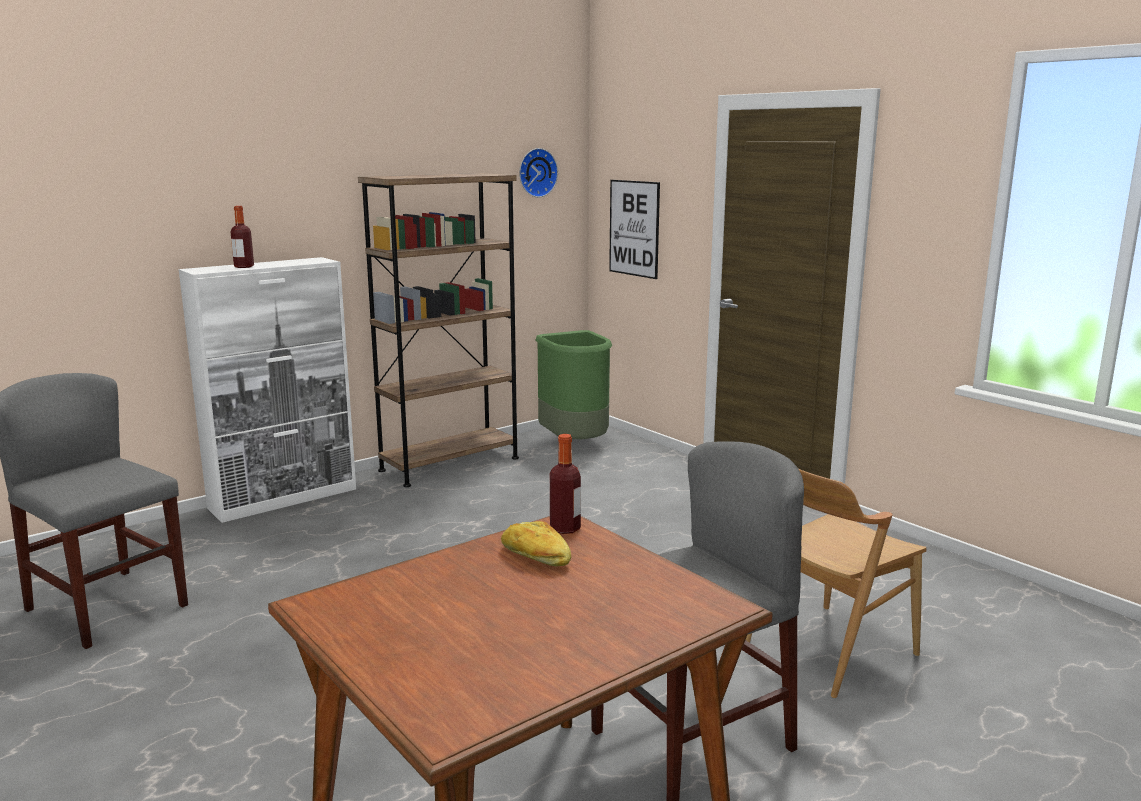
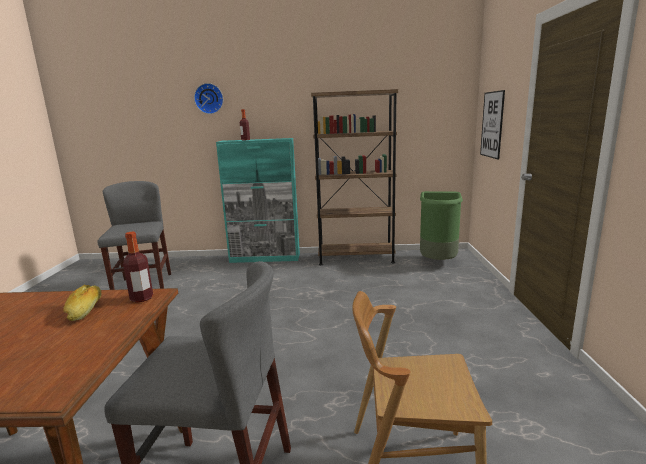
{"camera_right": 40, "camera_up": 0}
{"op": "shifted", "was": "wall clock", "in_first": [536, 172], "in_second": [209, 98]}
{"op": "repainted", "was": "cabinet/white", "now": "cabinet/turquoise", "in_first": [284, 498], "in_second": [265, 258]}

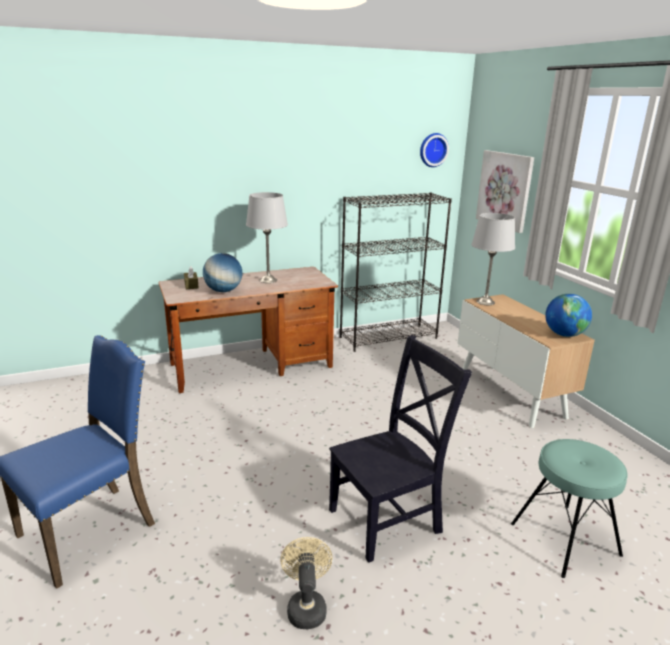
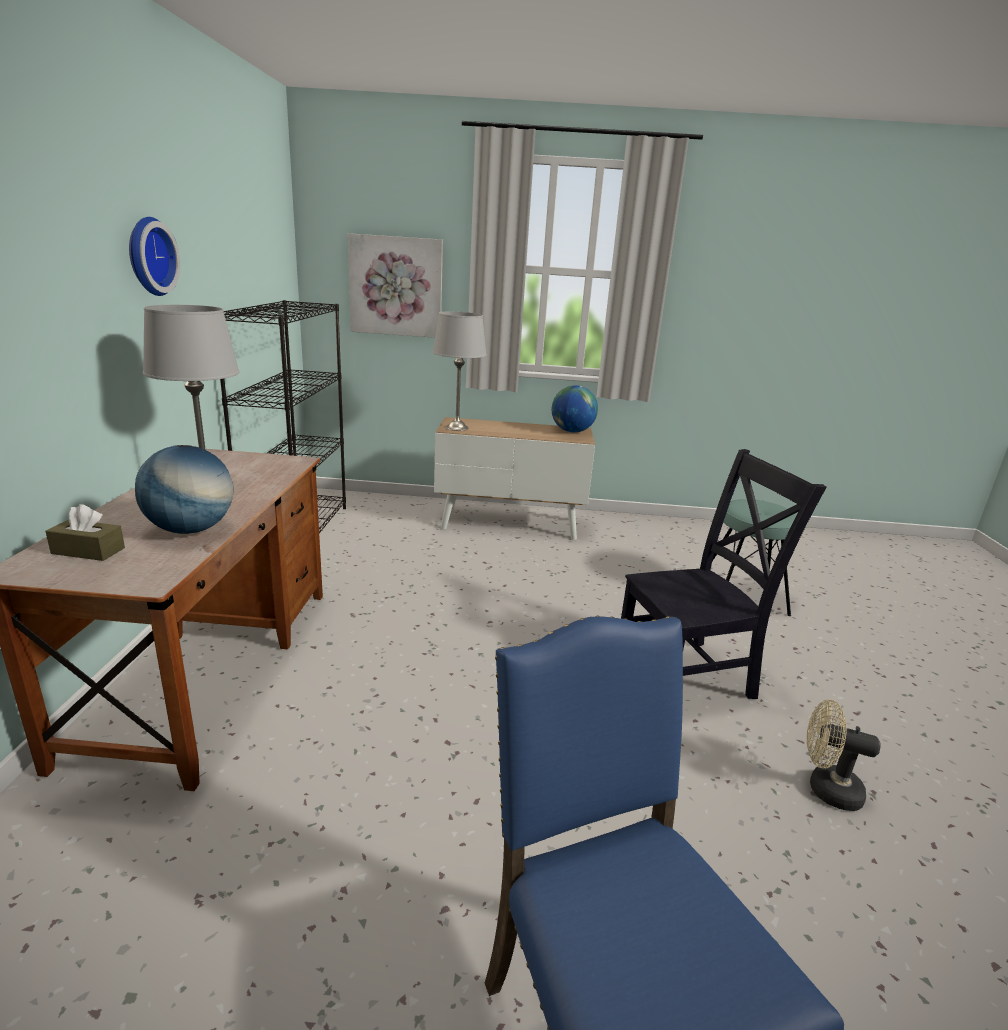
{"camera_right": -65, "camera_up": 0}
{"op": "shifted", "was": "wall clock", "in_first": [432, 150], "in_second": [148, 256]}
{"op": "rotated", "was": "chair/black", "in_first": [389, 519], "in_second": [689, 675], "clockwise": 75}

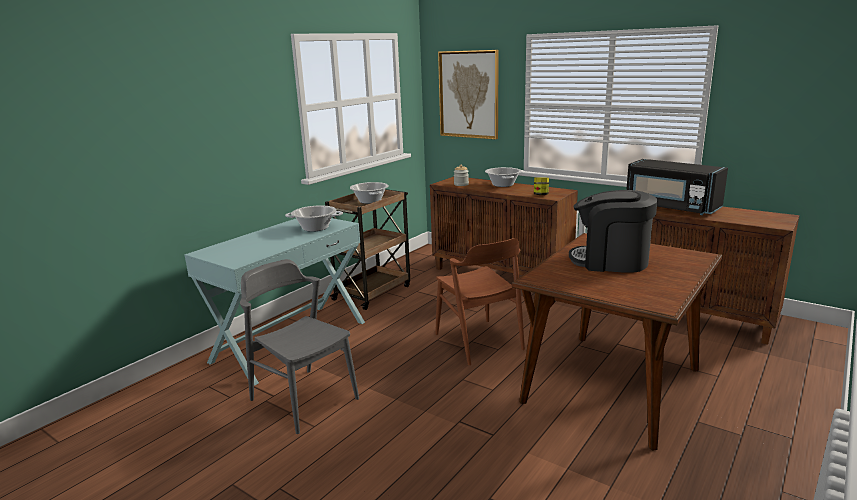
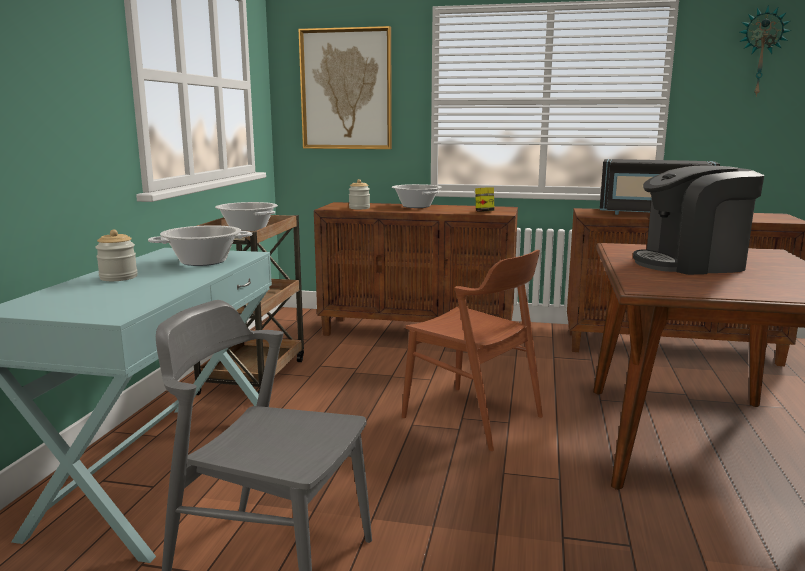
{"camera_right": -25, "camera_up": -5}
{"op": "new", "now": "jar", "in_second": [118, 277]}
{"op": "new", "now": "wall clock", "in_second": [760, 52]}

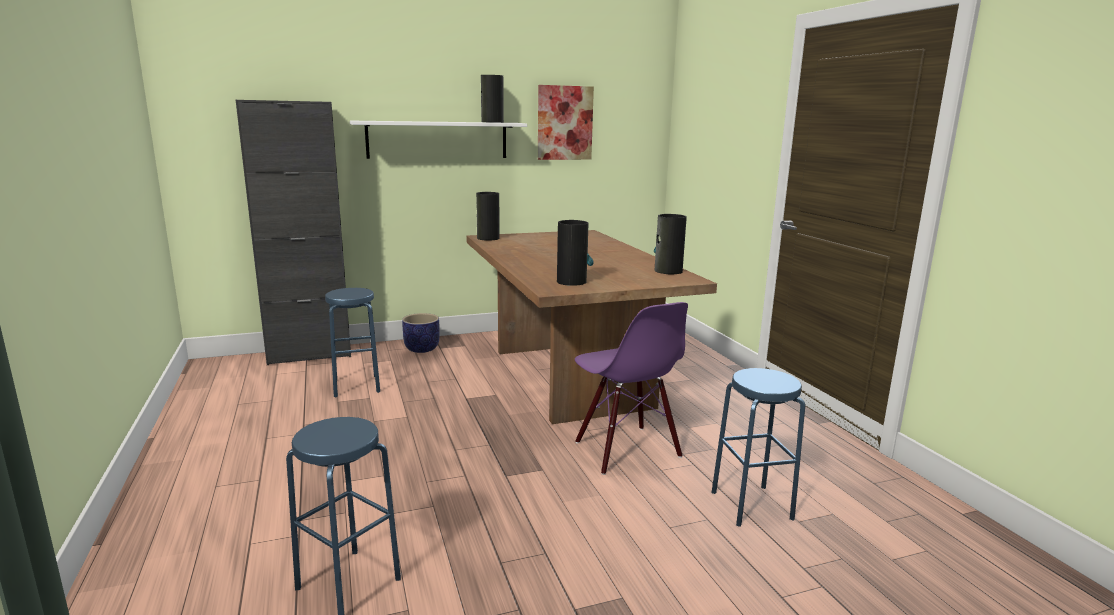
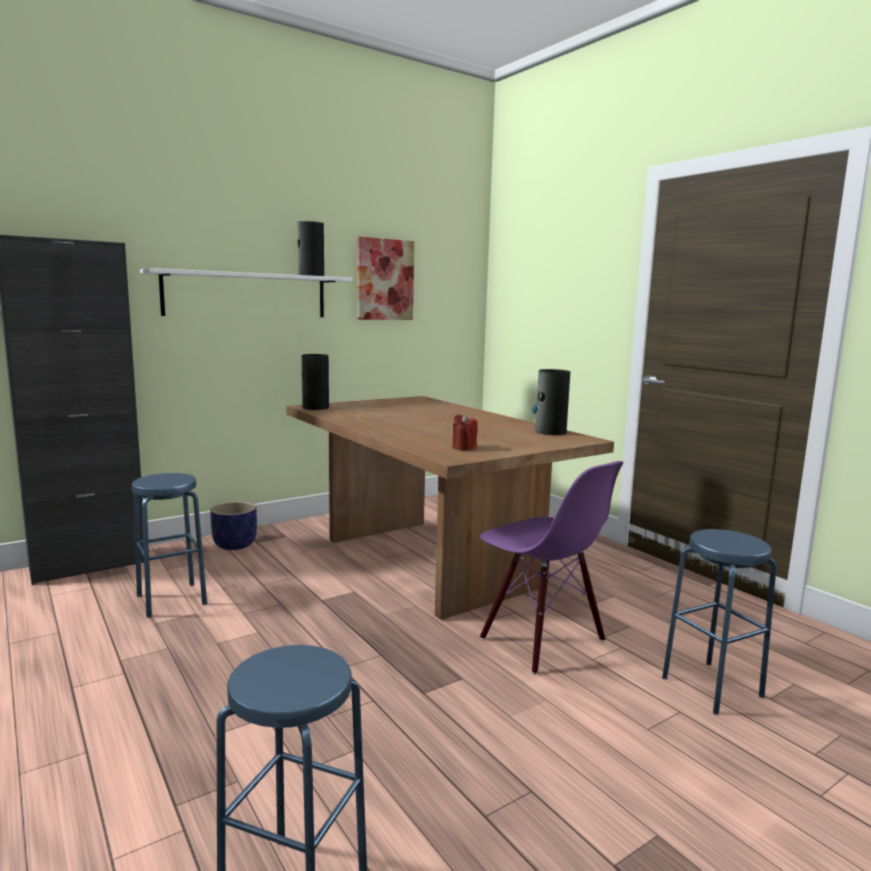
{"camera_right": -15, "camera_up": -5}
{"op": "swapped", "was": "vase", "now": "candle/red", "in_first": [572, 281], "in_second": [464, 447]}

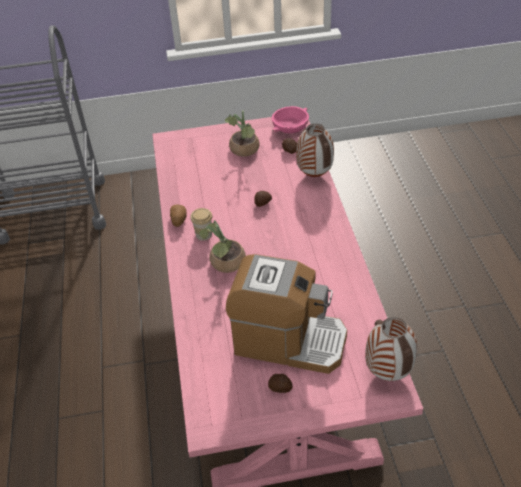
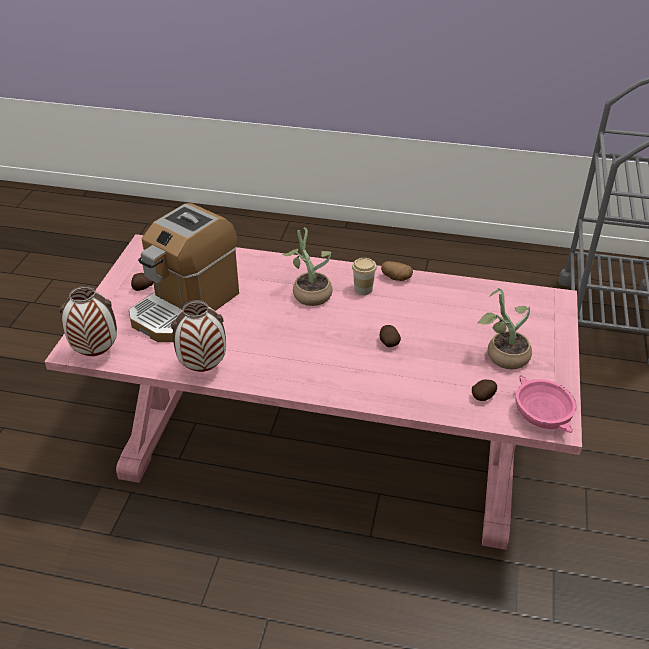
{"camera_right": 110, "camera_up": -5}
{"op": "shifted", "was": "vase", "in_first": [313, 175], "in_second": [204, 367]}

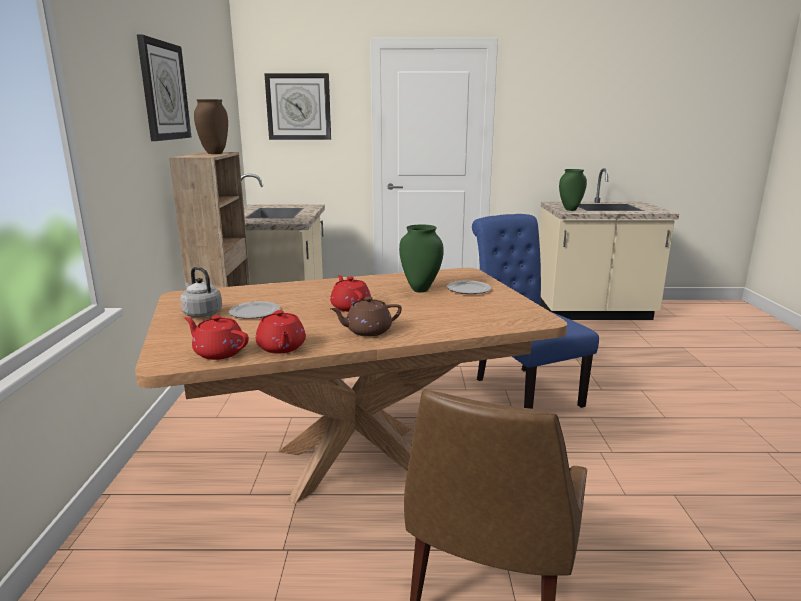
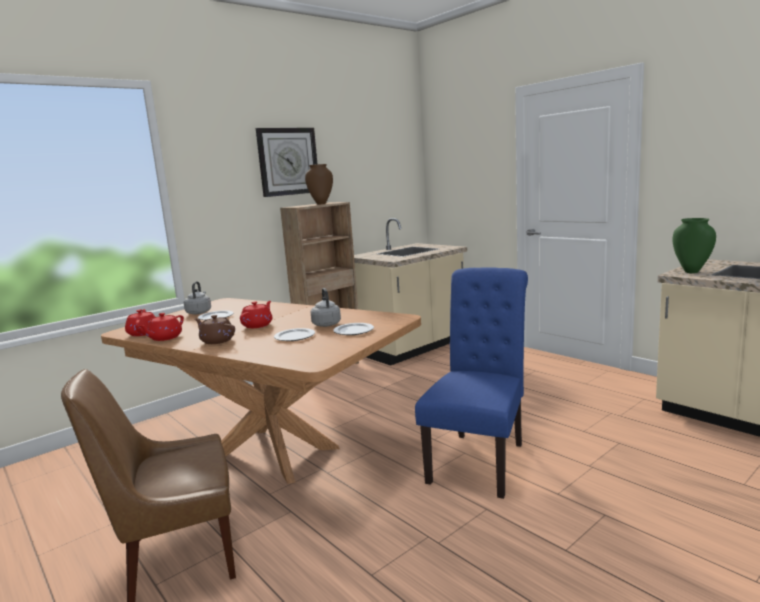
{"camera_right": 50, "camera_up": -5}
{"op": "gone", "was": "wall clock", "in_first": [298, 107]}
{"op": "new", "now": "plate", "in_second": [294, 336]}
{"op": "swapped", "was": "vase/green", "now": "kettle/grey", "in_first": [420, 290], "in_second": [326, 324]}

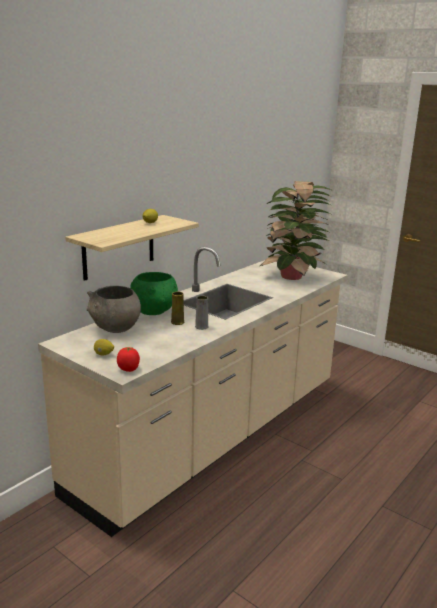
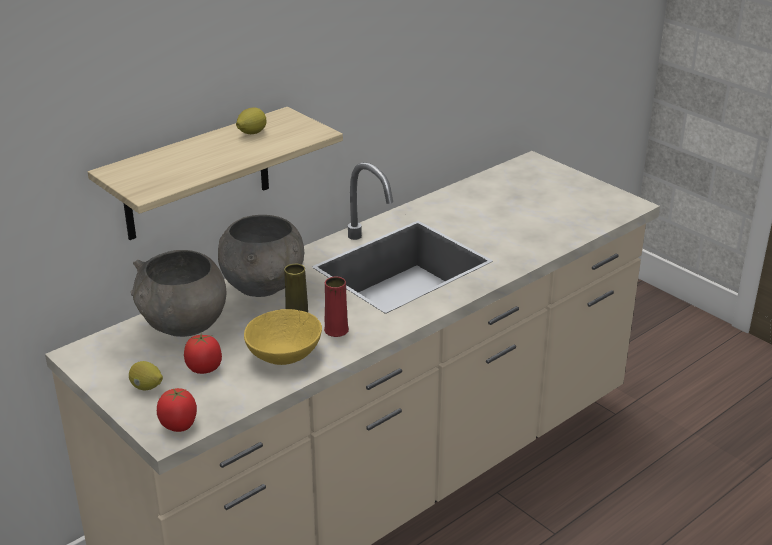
{"camera_right": 10, "camera_up": 10}
{"op": "gone", "was": "potted plant", "in_first": [292, 277]}
{"op": "new", "now": "tomato", "in_second": [204, 368]}
{"op": "new", "now": "bowl/yellow", "in_second": [285, 354]}
{"op": "repainted", "was": "bowl/green", "now": "bowl/grey", "in_first": [154, 311], "in_second": [264, 286]}
{"op": "repainted", "was": "vase/grey", "now": "vase/red", "in_first": [201, 327], "in_second": [336, 330]}

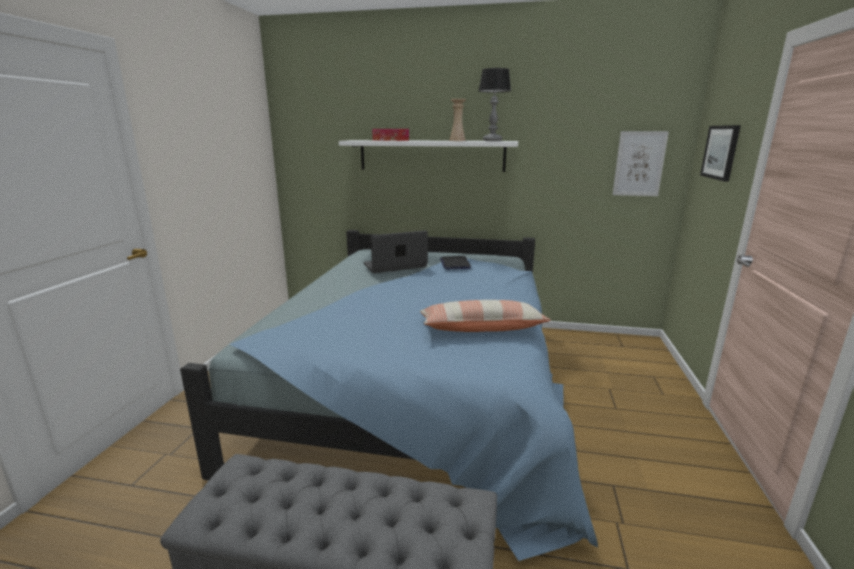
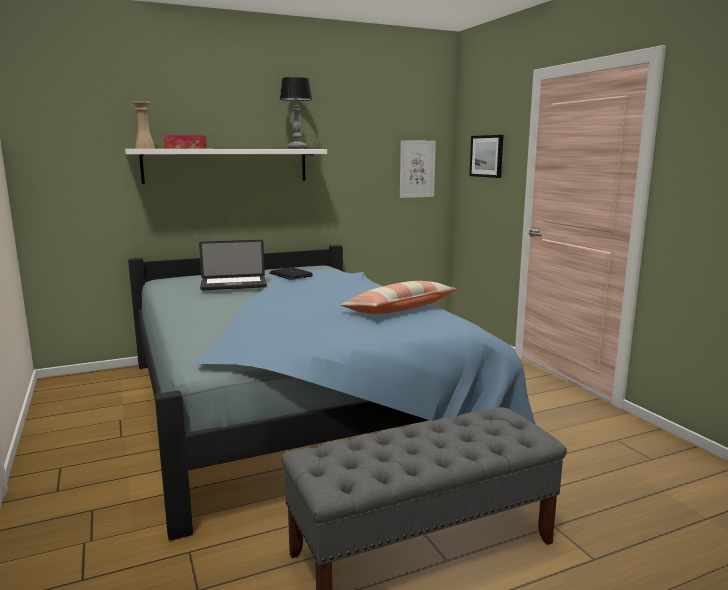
{"camera_right": -35, "camera_up": -5}
{"op": "shifted", "was": "vase/beige", "in_first": [457, 140], "in_second": [145, 148]}
{"op": "rotated", "was": "laptop", "in_first": [395, 266], "in_second": [233, 284], "clockwise": -135}

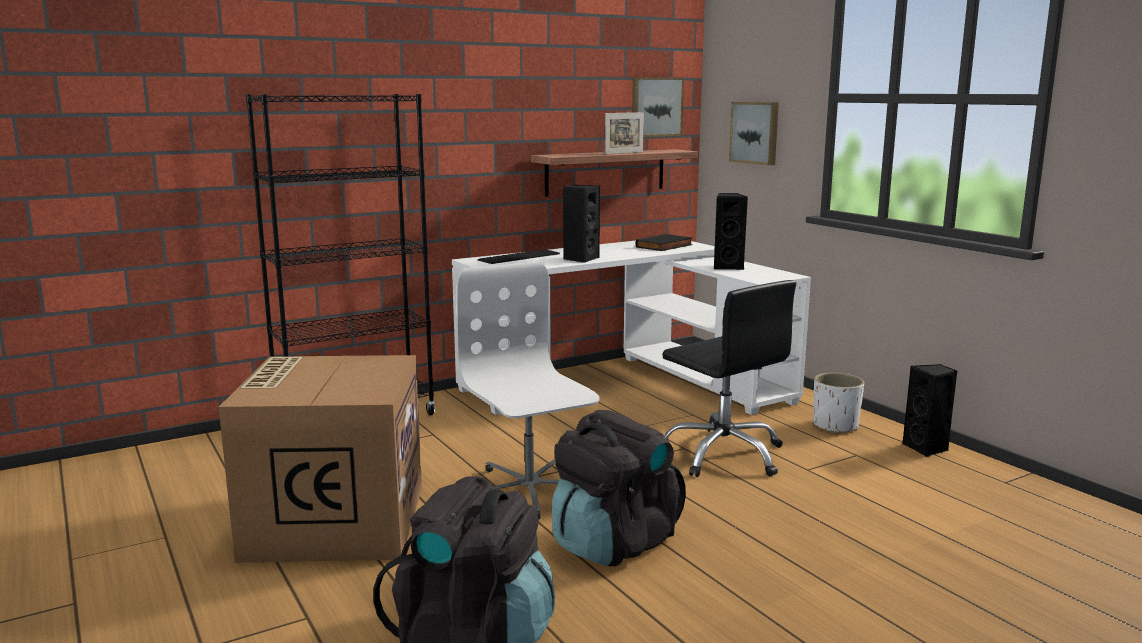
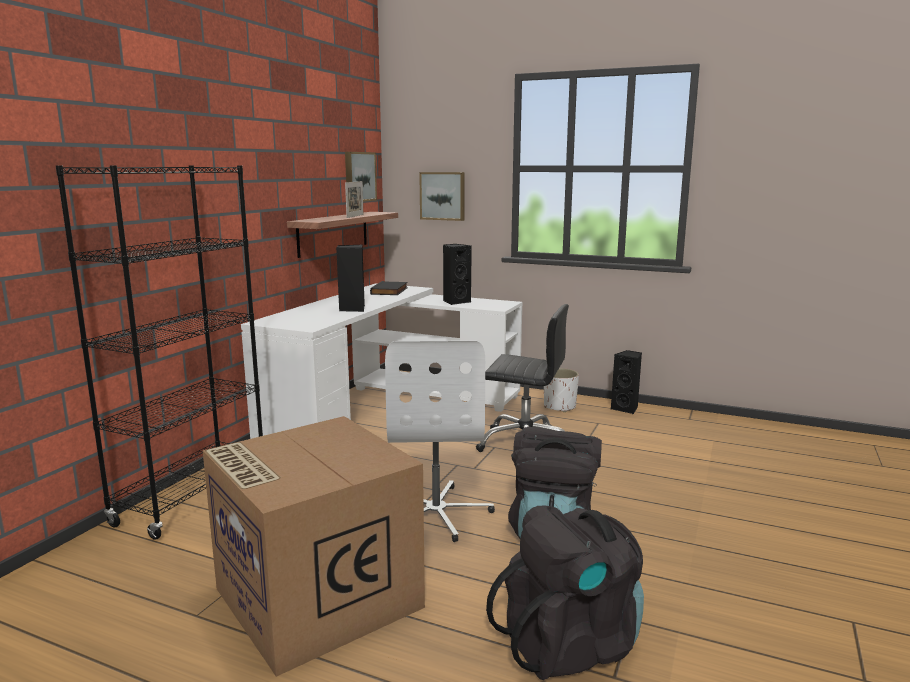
{"camera_right": -35, "camera_up": 0}
{"op": "gone", "was": "keyboard", "in_first": [519, 257]}
{"op": "rotated", "was": "office chair/white", "in_first": [528, 490], "in_second": [437, 513], "clockwise": -120}

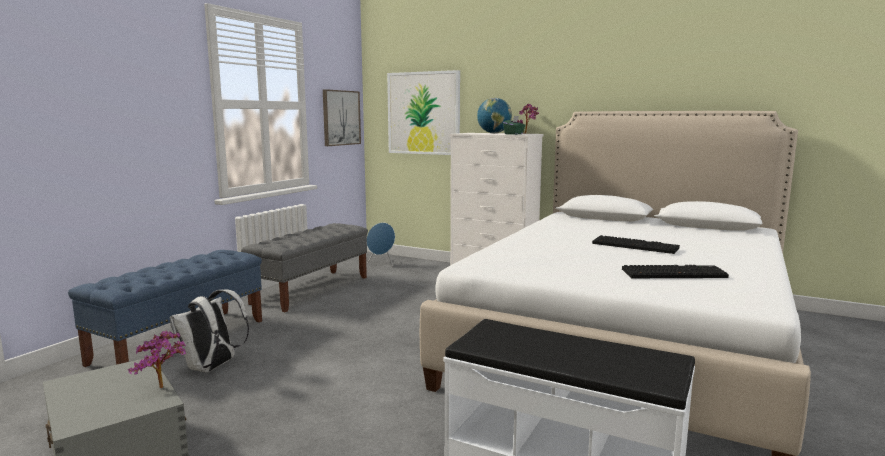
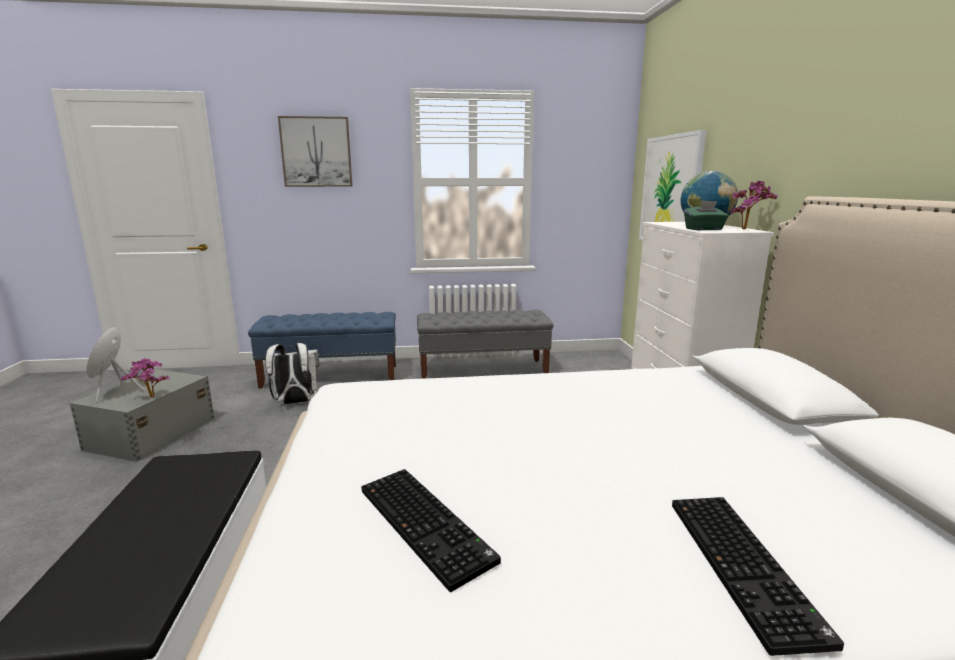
{"camera_right": 55, "camera_up": 5}
{"op": "shifted", "was": "picture", "in_first": [341, 118], "in_second": [316, 152]}
{"op": "shifted", "was": "speaker/blue", "in_first": [382, 263], "in_second": [115, 392]}
{"op": "shifted", "was": "keyboard", "in_first": [636, 246], "in_second": [745, 567]}

